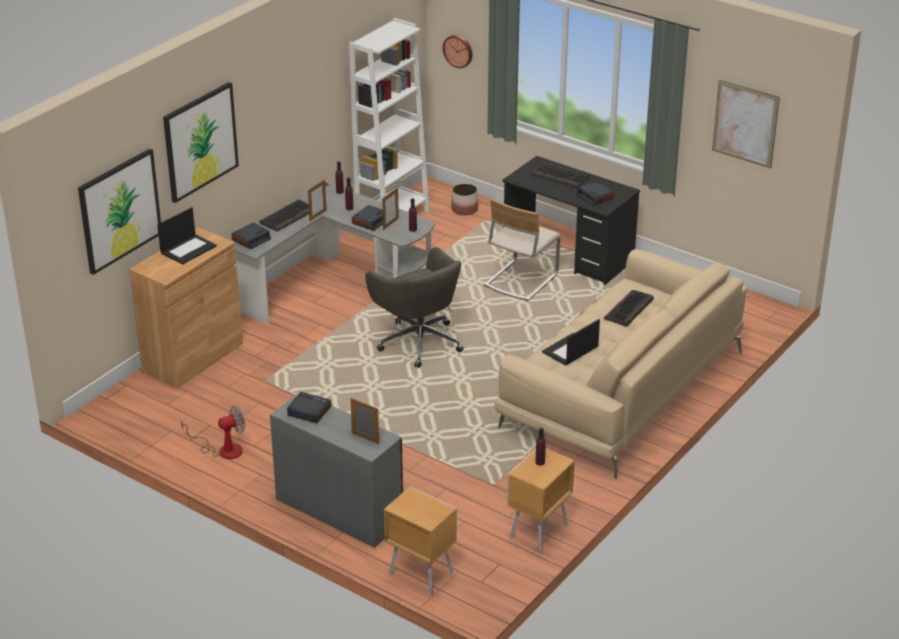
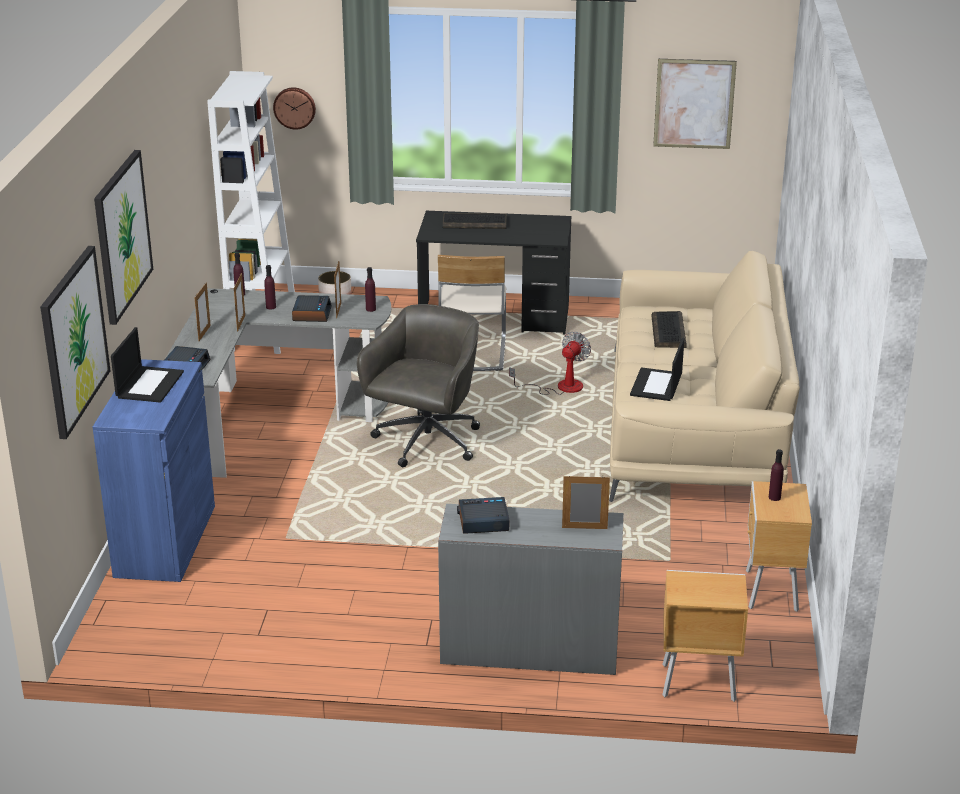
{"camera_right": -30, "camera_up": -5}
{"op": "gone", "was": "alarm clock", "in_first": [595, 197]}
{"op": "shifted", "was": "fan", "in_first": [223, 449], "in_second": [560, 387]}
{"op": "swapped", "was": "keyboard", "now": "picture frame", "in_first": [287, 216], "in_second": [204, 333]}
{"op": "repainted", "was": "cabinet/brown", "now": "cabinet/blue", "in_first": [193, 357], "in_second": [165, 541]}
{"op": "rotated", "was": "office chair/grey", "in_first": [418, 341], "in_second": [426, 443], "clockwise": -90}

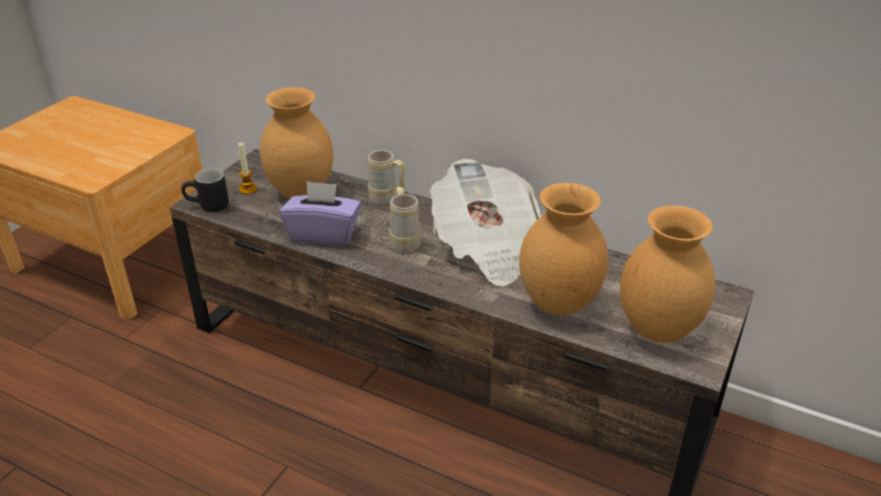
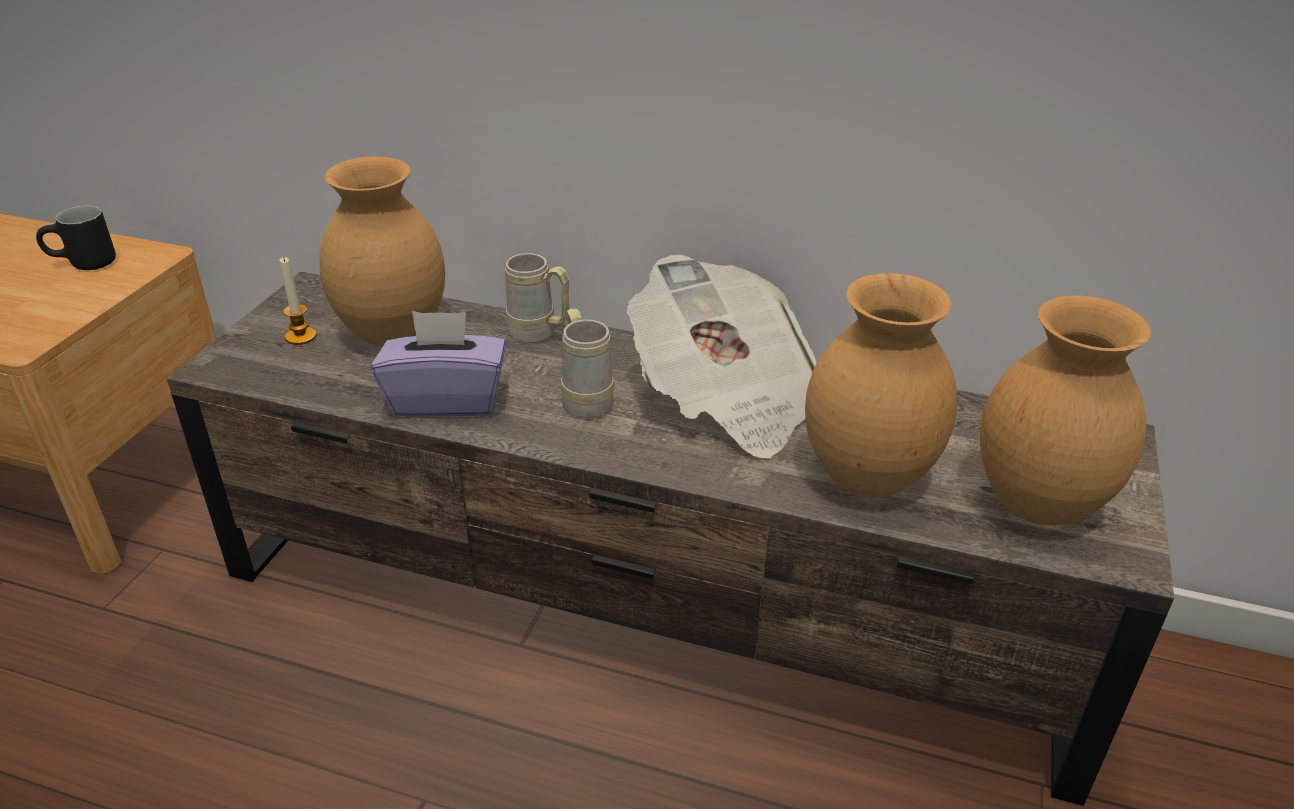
{"camera_right": -10, "camera_up": 0}
{"op": "shifted", "was": "mug/black", "in_first": [208, 207], "in_second": [83, 265]}

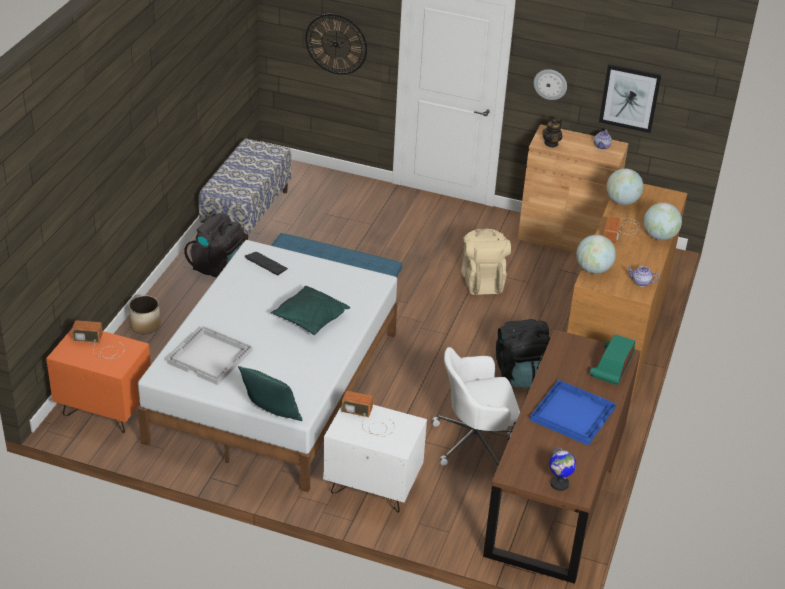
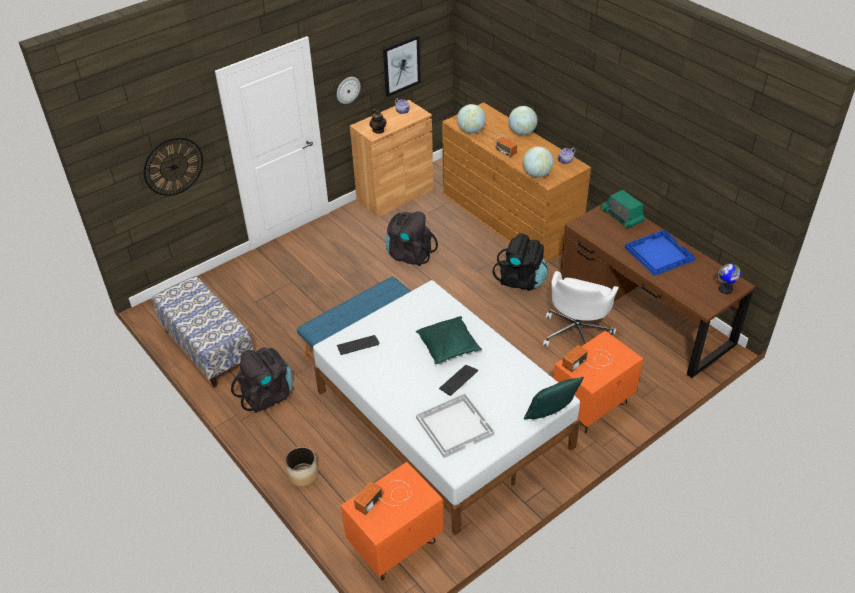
{"camera_right": -55, "camera_up": 5}
{"op": "new", "now": "keyboard", "in_second": [458, 380]}
{"op": "repainted", "was": "nightstand/white", "now": "nightstand/orange", "in_first": [372, 487], "in_second": [591, 407]}
{"op": "repainted", "was": "backpack/beige", "now": "backpack/black", "in_first": [482, 281], "in_second": [409, 254]}

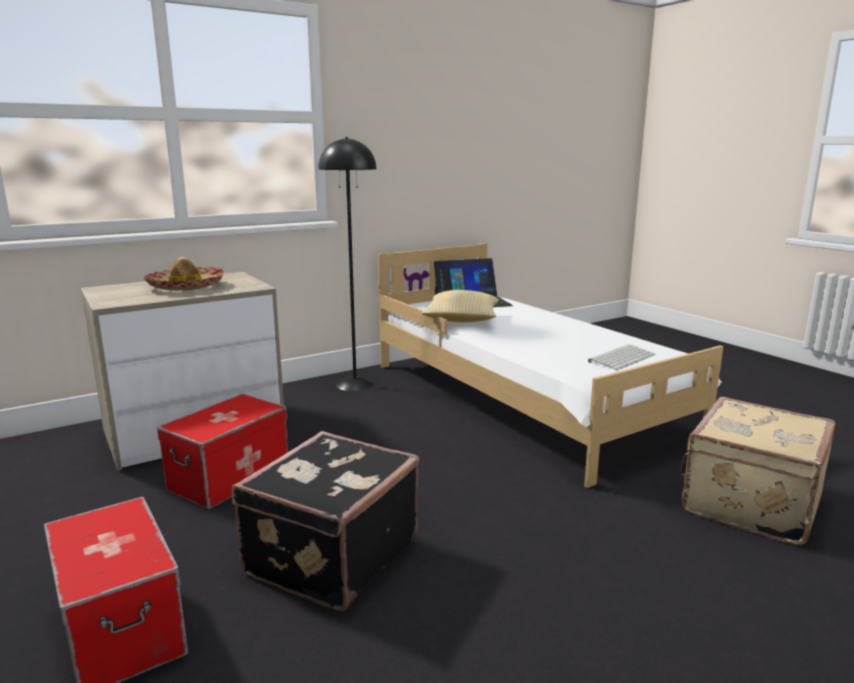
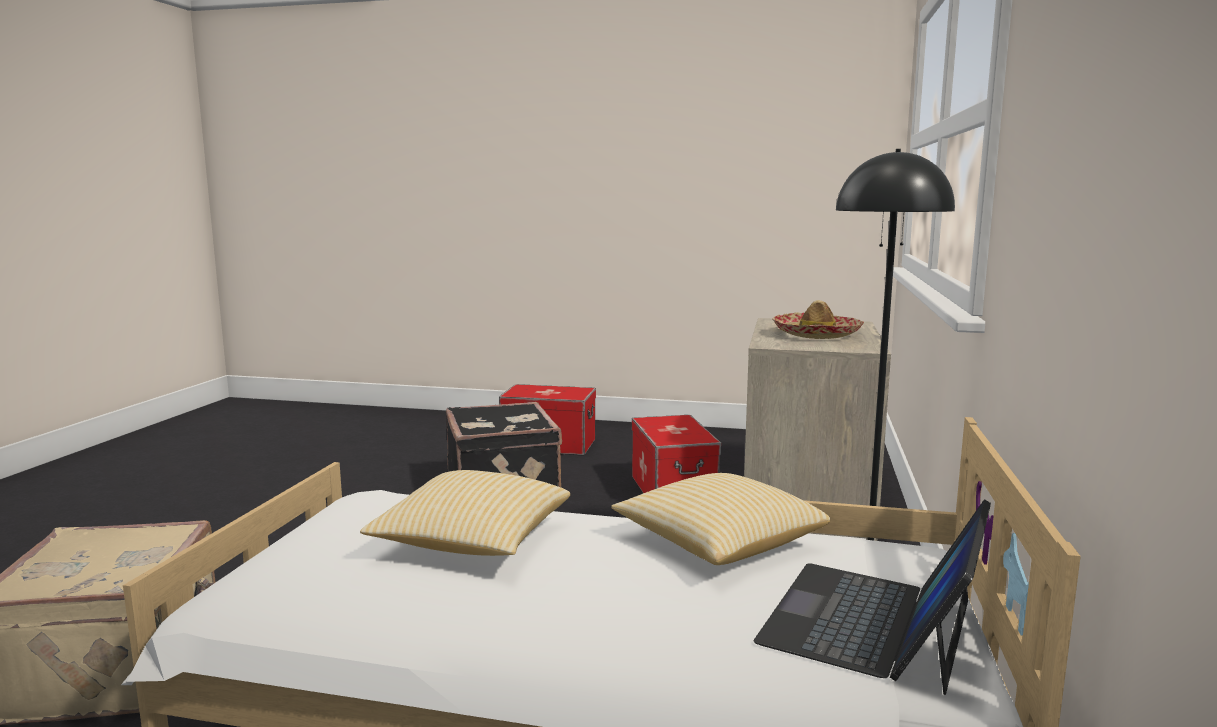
{"camera_right": 135, "camera_up": -5}
{"op": "gone", "was": "keyboard", "in_first": [621, 358]}
{"op": "new", "now": "pillow", "in_second": [472, 542]}

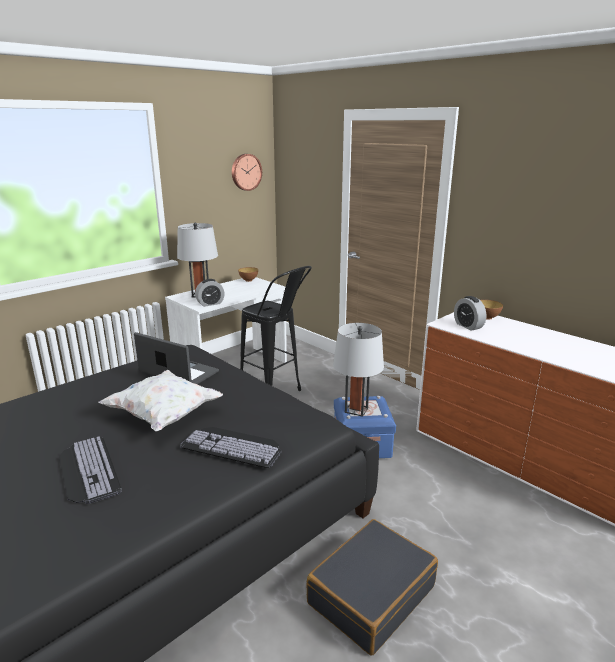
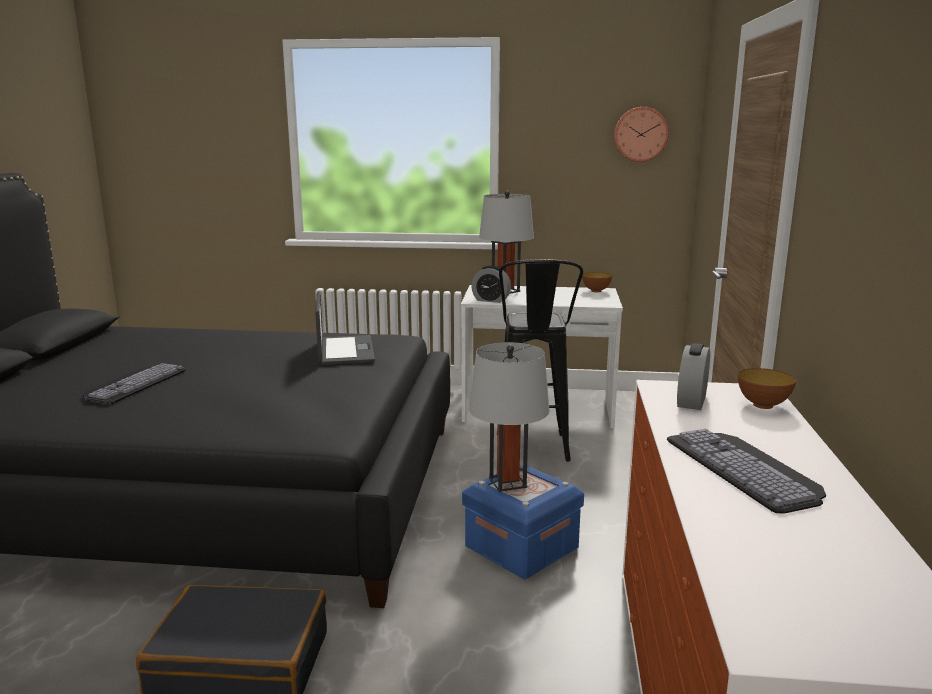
{"camera_right": 50, "camera_up": -5}
{"op": "gone", "was": "pillow/white", "in_first": [165, 415]}
{"op": "shifted", "was": "keyboard", "in_first": [234, 445], "in_second": [748, 468]}

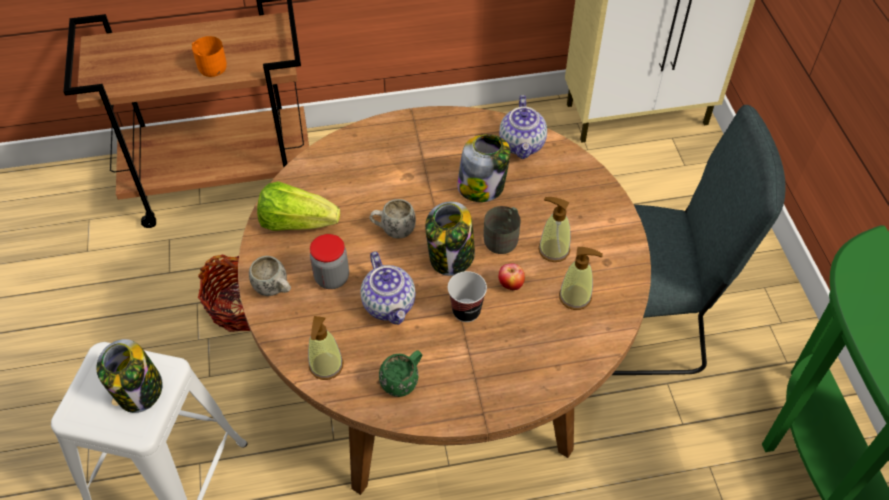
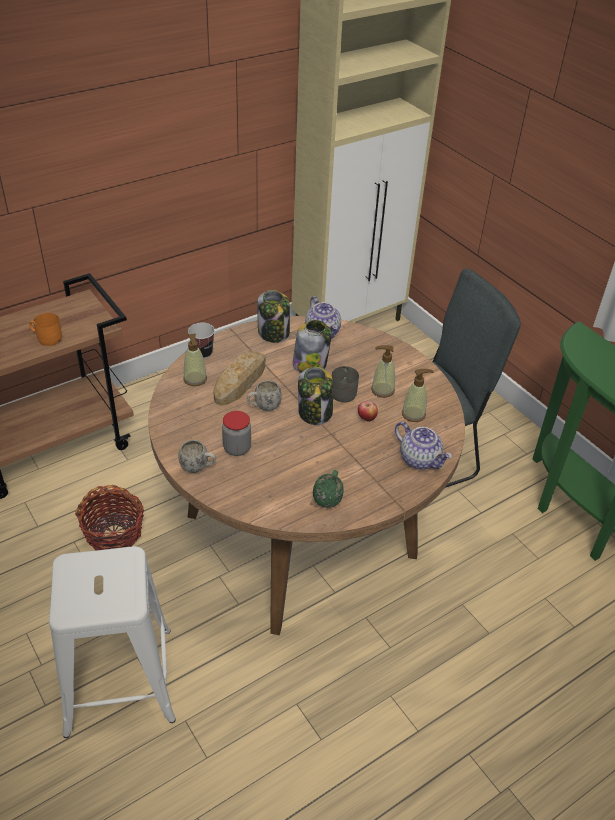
{"camera_right": -25, "camera_up": -10}
{"op": "gone", "was": "lettuce", "in_first": [296, 222]}
{"op": "new", "now": "bread", "in_second": [241, 381]}
{"op": "shifted", "was": "jar", "in_first": [139, 391], "in_second": [274, 333]}
{"op": "shifted", "was": "soap dispenser", "in_first": [326, 366], "in_second": [195, 379]}
{"op": "shifted", "was": "teapot", "in_first": [390, 305], "in_second": [420, 459]}
{"op": "shifted", "was": "cup", "in_first": [466, 311], "in_second": [202, 353]}

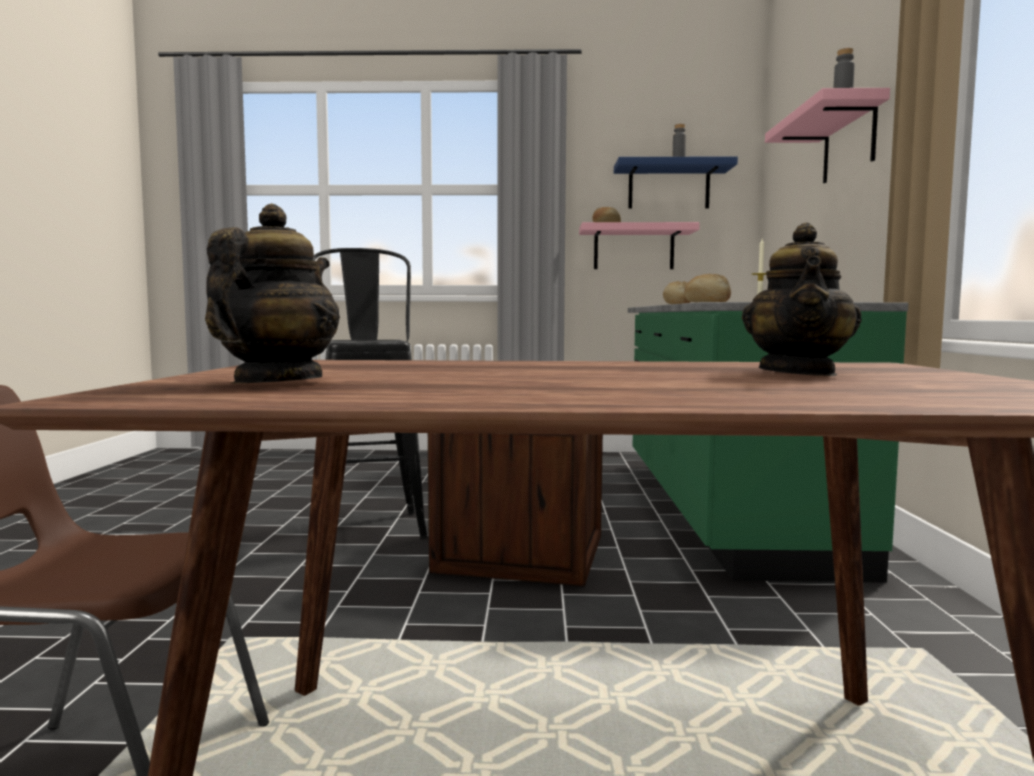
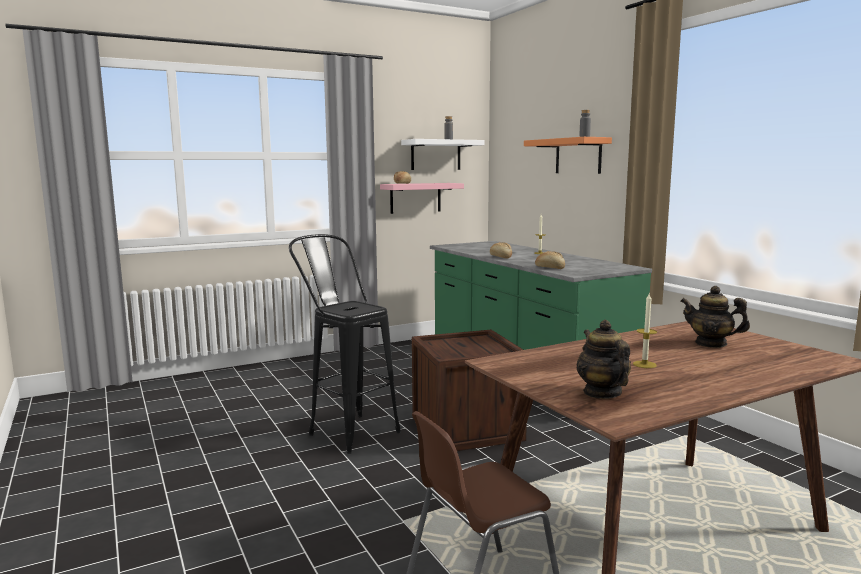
{"camera_right": -30, "camera_up": 5}
{"op": "new", "now": "candle", "in_second": [644, 364]}
{"op": "repainted", "was": "shelf/blue", "now": "shelf/white", "in_first": [668, 187], "in_second": [436, 155]}
{"op": "repainted", "was": "shelf/pink", "now": "shelf/orange", "in_first": [849, 142], "in_second": [578, 156]}
{"op": "rotated", "was": "teapot", "in_first": [798, 373], "in_second": [711, 343], "clockwise": 135}

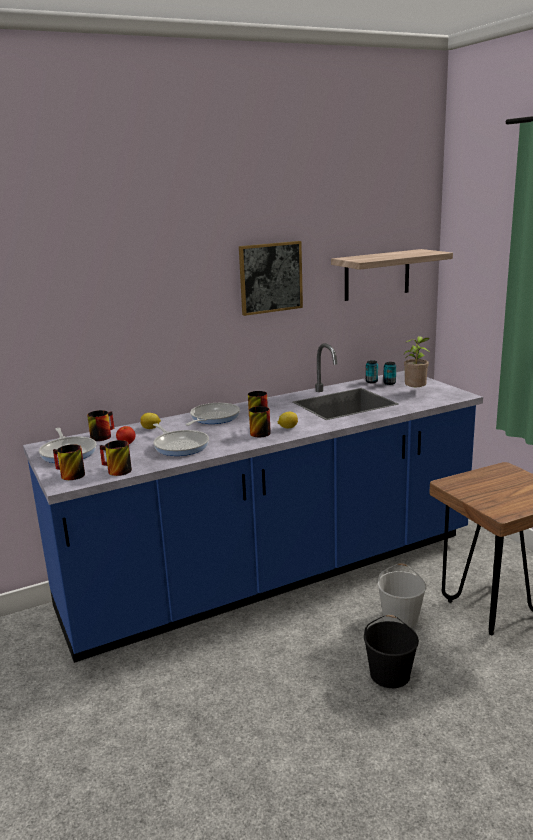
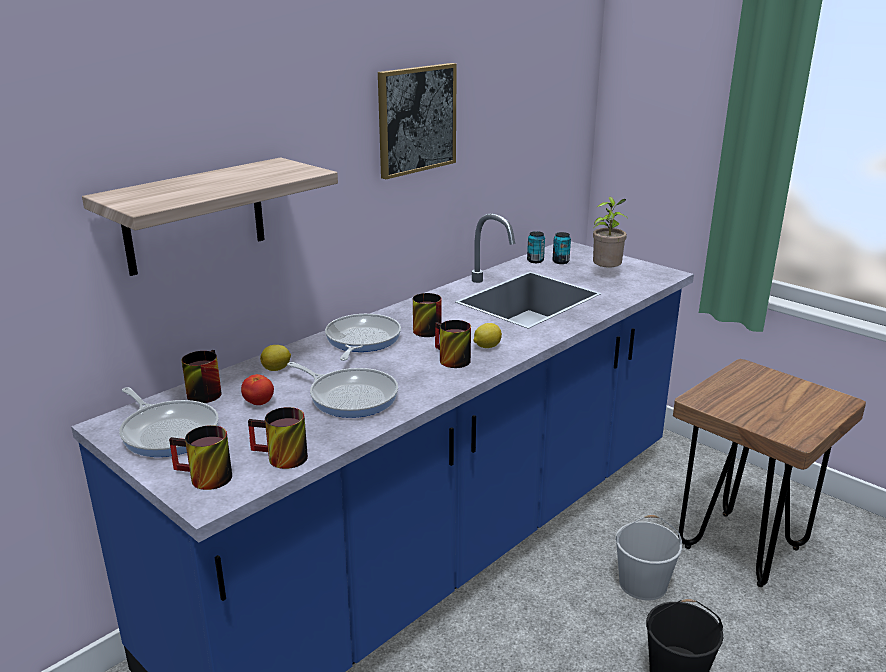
{"camera_right": -20, "camera_up": 5}
{"op": "shifted", "was": "shelf", "in_first": [377, 275], "in_second": [195, 216]}

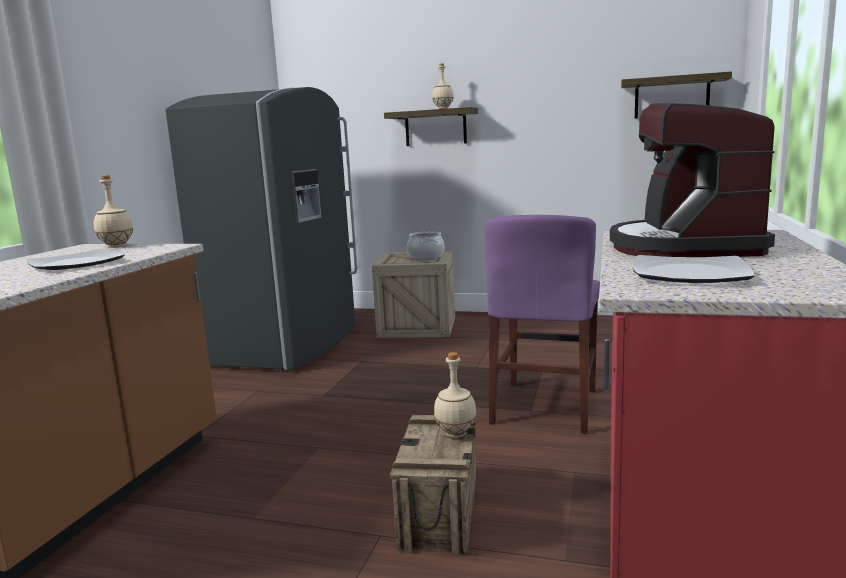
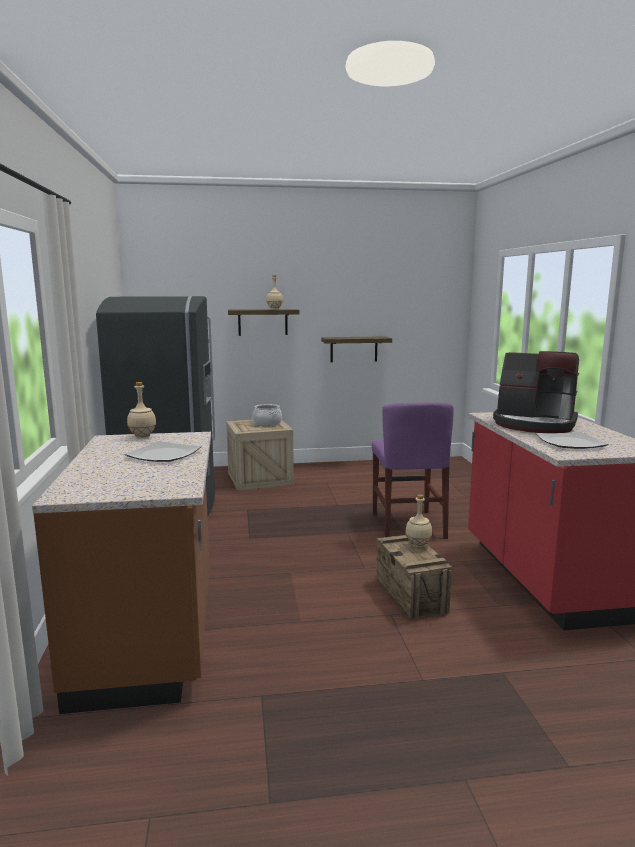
{"camera_right": -25, "camera_up": 0}
{"op": "shifted", "was": "shelf", "in_first": [671, 97], "in_second": [353, 349]}
{"op": "rotated", "was": "coffee machine", "in_first": [683, 247], "in_second": [534, 424], "clockwise": -45}

